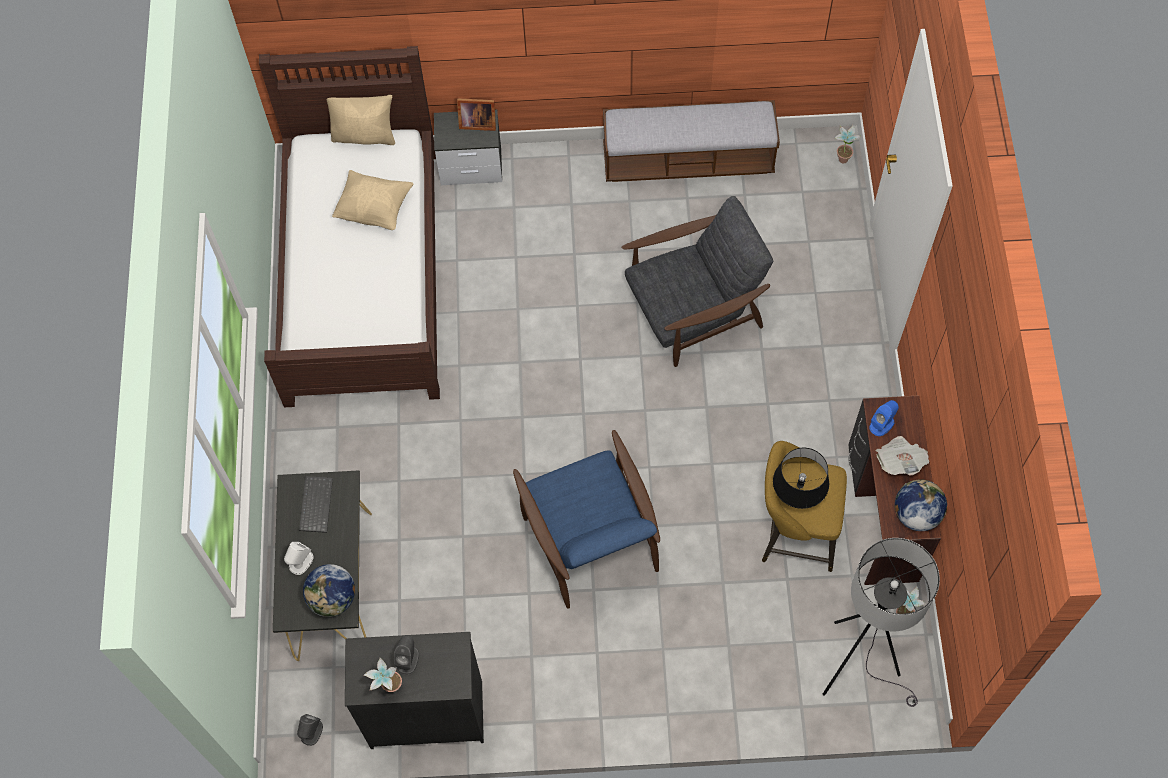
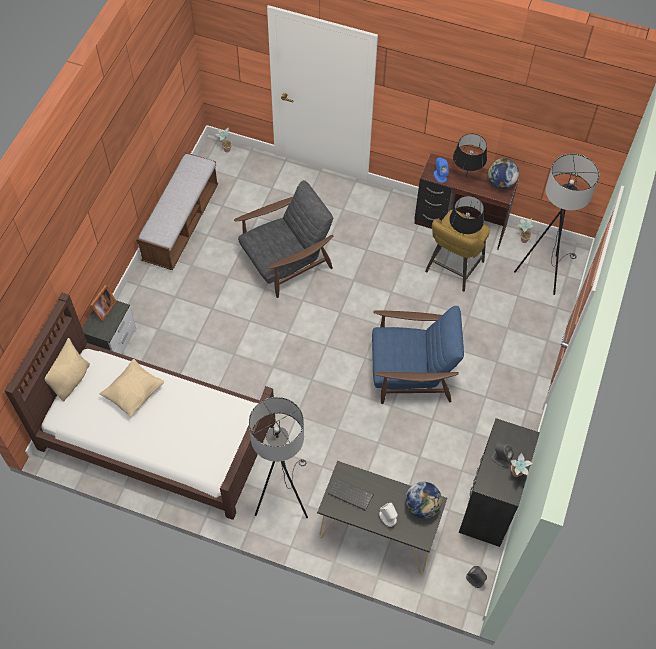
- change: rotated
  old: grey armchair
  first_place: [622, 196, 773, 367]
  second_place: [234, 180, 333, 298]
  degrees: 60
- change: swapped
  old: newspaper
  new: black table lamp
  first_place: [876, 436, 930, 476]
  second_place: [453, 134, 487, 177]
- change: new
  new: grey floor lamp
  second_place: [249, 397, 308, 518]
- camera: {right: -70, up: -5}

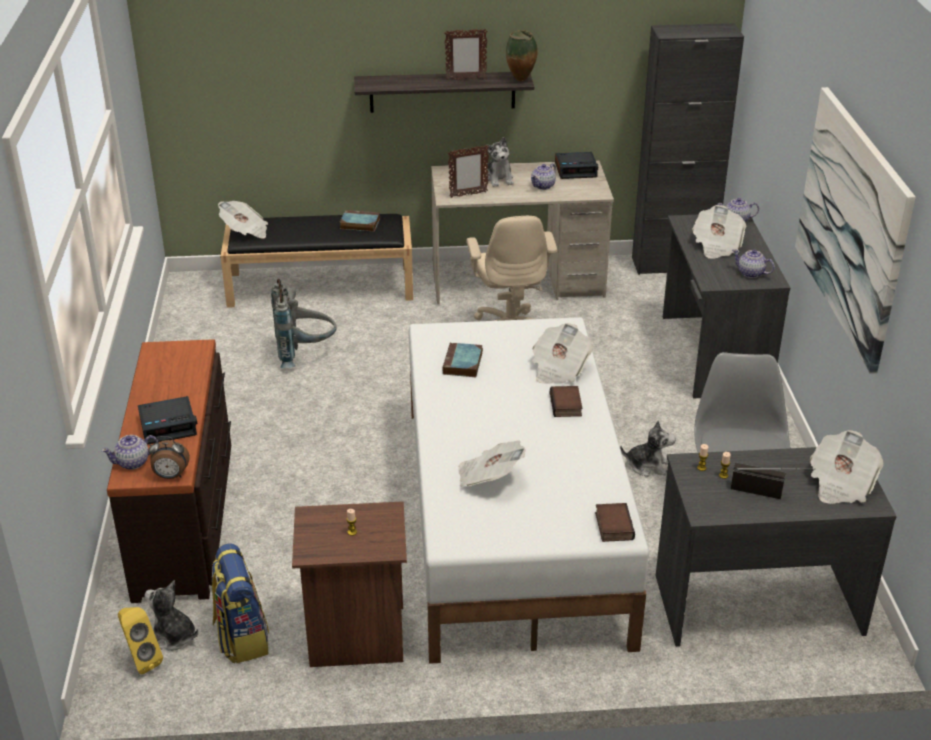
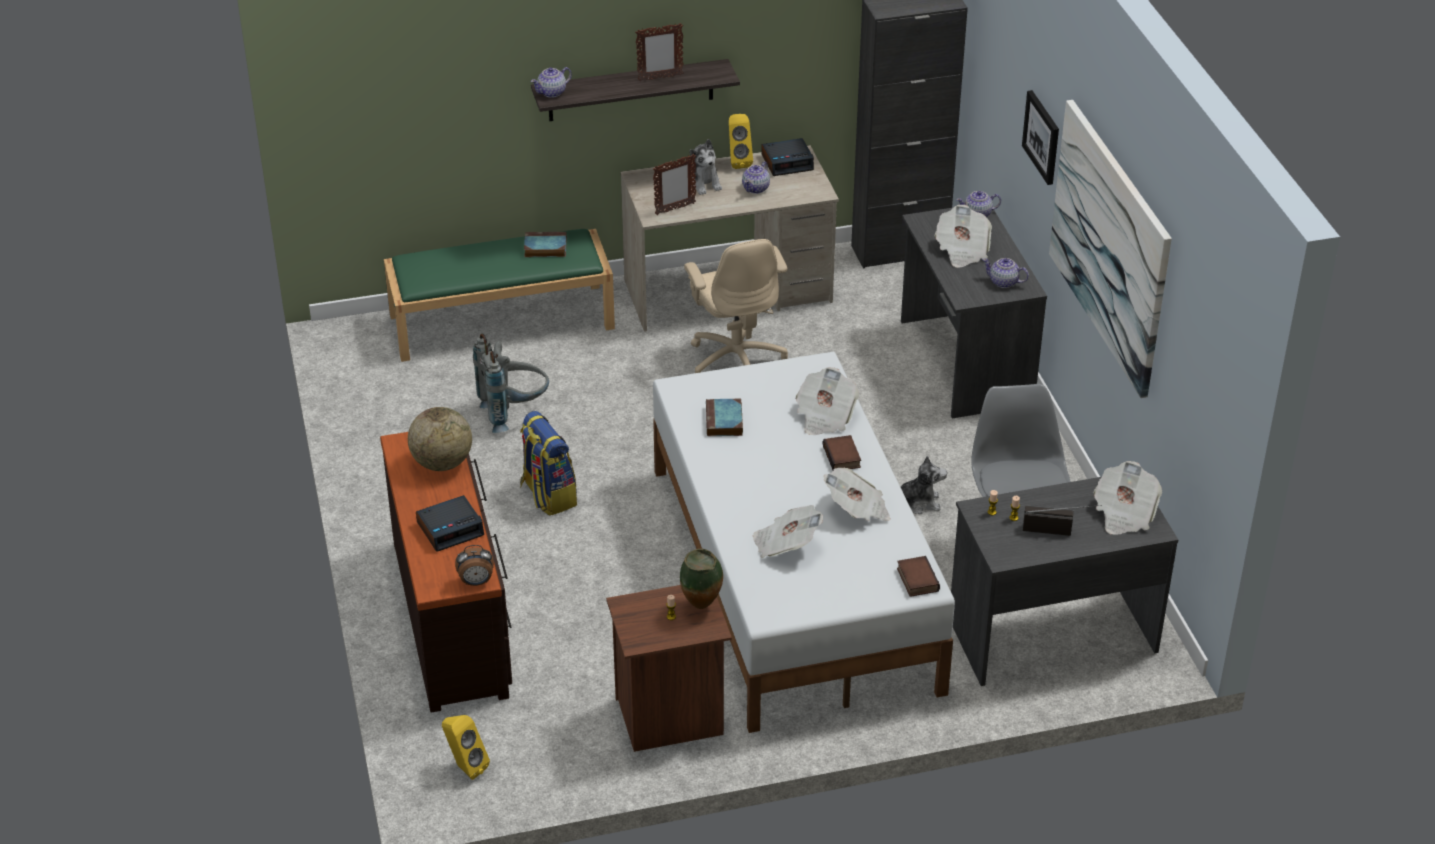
- change: shifted
  old: teapot
  first_place: [101, 435, 158, 470]
  second_place: [531, 67, 572, 98]
- change: gone
  old: plush toy
  first_place: [145, 580, 198, 651]
- change: shifted
  old: backpack
  first_place: [212, 543, 269, 664]
  second_place: [520, 411, 577, 516]
- change: shifted
  old: newspaper
  first_place: [218, 201, 268, 239]
  second_place: [824, 468, 891, 521]
- change: repainted
  old: black bench
  new: green bench
  first_place: [220, 214, 413, 308]
  second_place: [384, 229, 615, 362]
- change: shifted
  old: vase
  first_place: [506, 30, 538, 81]
  second_place: [680, 549, 723, 609]
- change: new
  new: globe
  second_place: [408, 407, 472, 471]
- change: new
  new: yellow speaker
  second_place: [729, 114, 753, 169]
- change: new
  new: picture
  second_place: [1022, 90, 1059, 185]
- camera: {right: -10, up: 5}

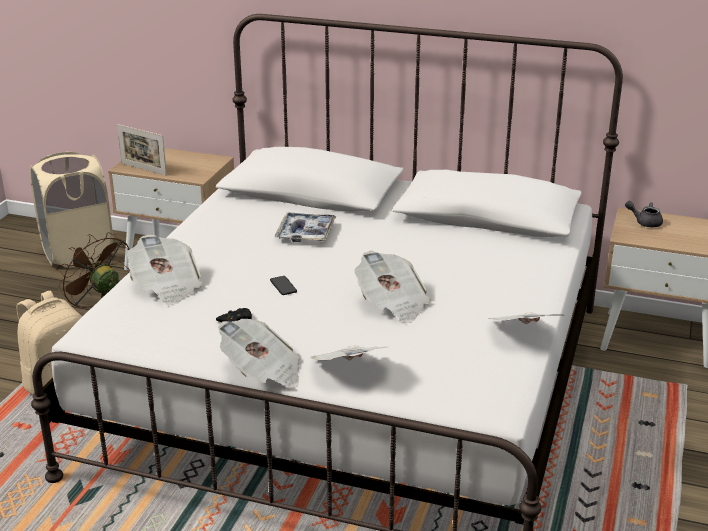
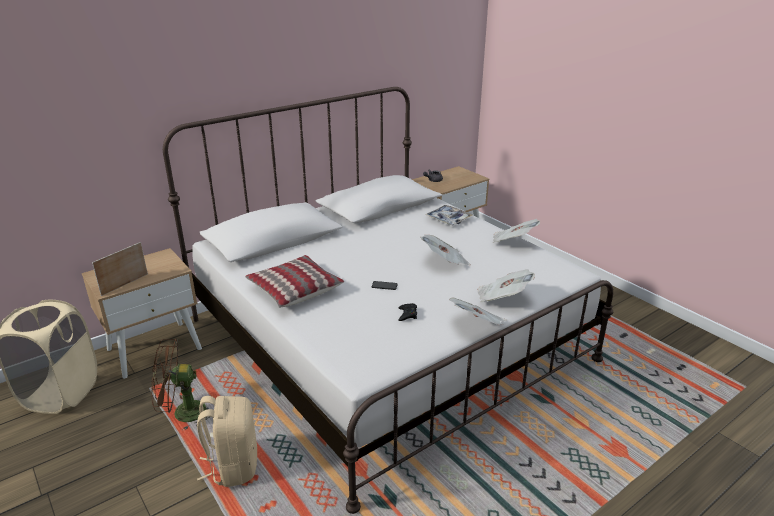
- change: rotated
  old: picture frame
  first_place: [117, 124, 167, 175]
  second_place: [92, 242, 148, 296]
  degrees: 150
- change: gone
  old: newspaper
  first_place: [127, 234, 202, 305]
- change: shifted
  old: tray
  first_place: [275, 212, 336, 242]
  second_place: [425, 205, 472, 225]
- change: new
  new: pillow
  second_place: [245, 255, 344, 308]
- camera: {right: -55, up: 0}

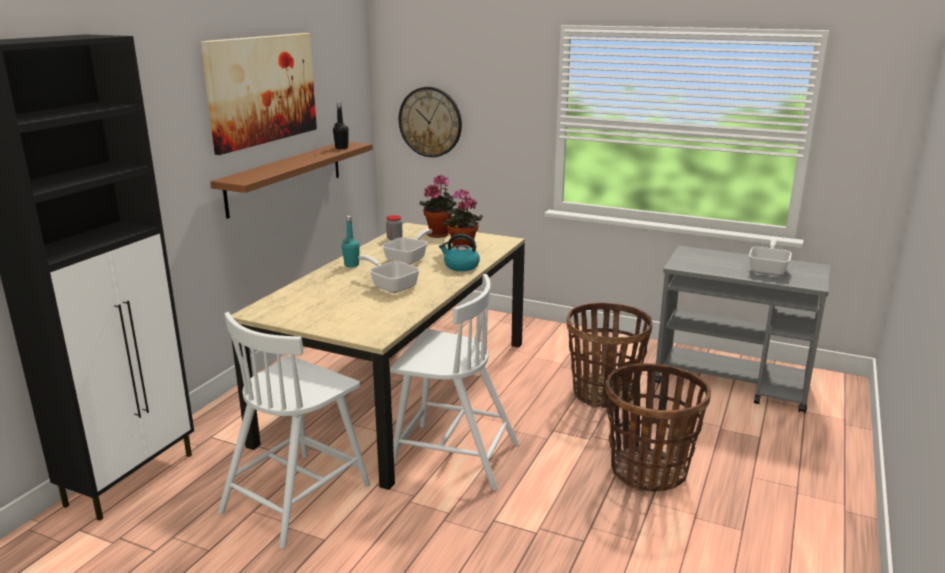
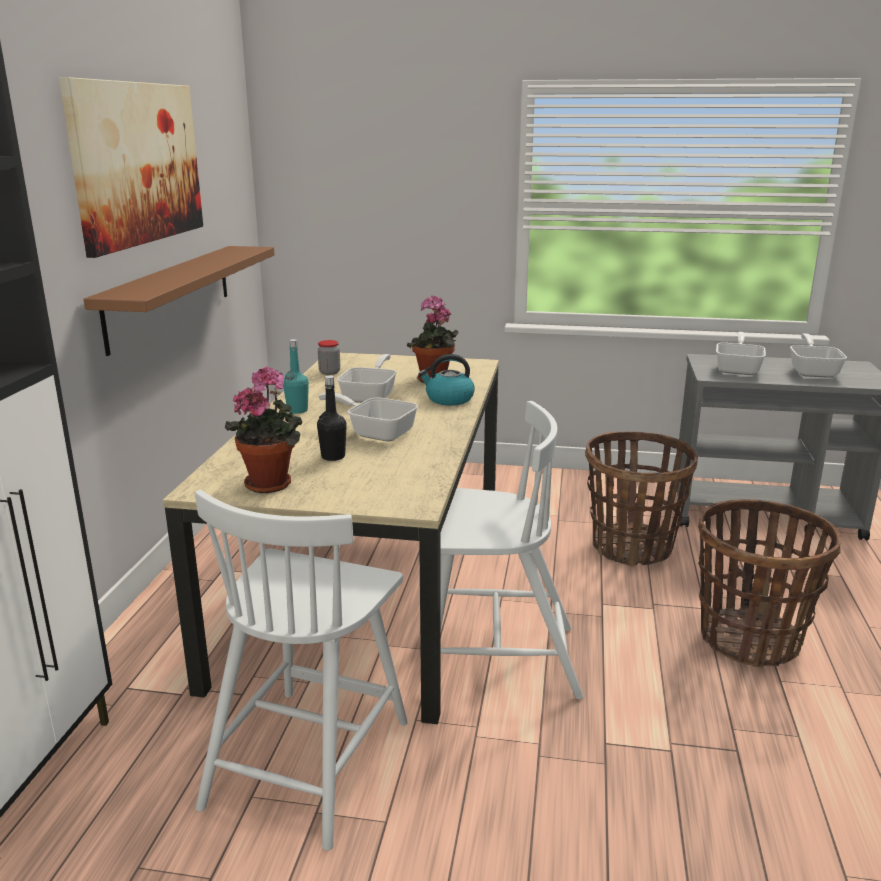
- change: shifted
  old: black bottle
  first_place: [333, 102, 349, 149]
  second_place: [317, 375, 347, 461]
- change: gone
  old: wall clock
  first_place: [399, 87, 462, 157]
- change: shifted
  old: potted plant
  first_place: [419, 174, 457, 238]
  second_place: [225, 366, 302, 493]
- change: new
  new: frying pan
  second_place: [716, 332, 766, 375]
- camera: {right: -15, up: 0}

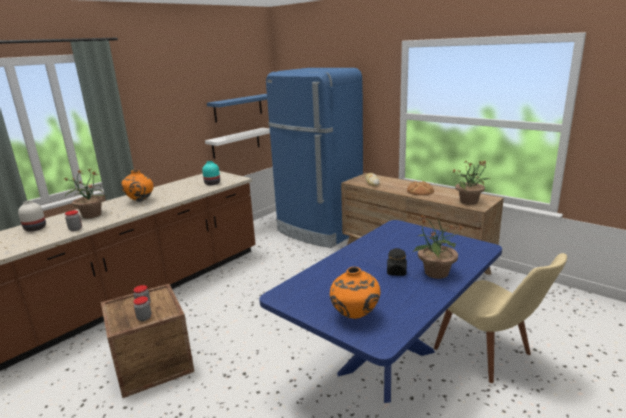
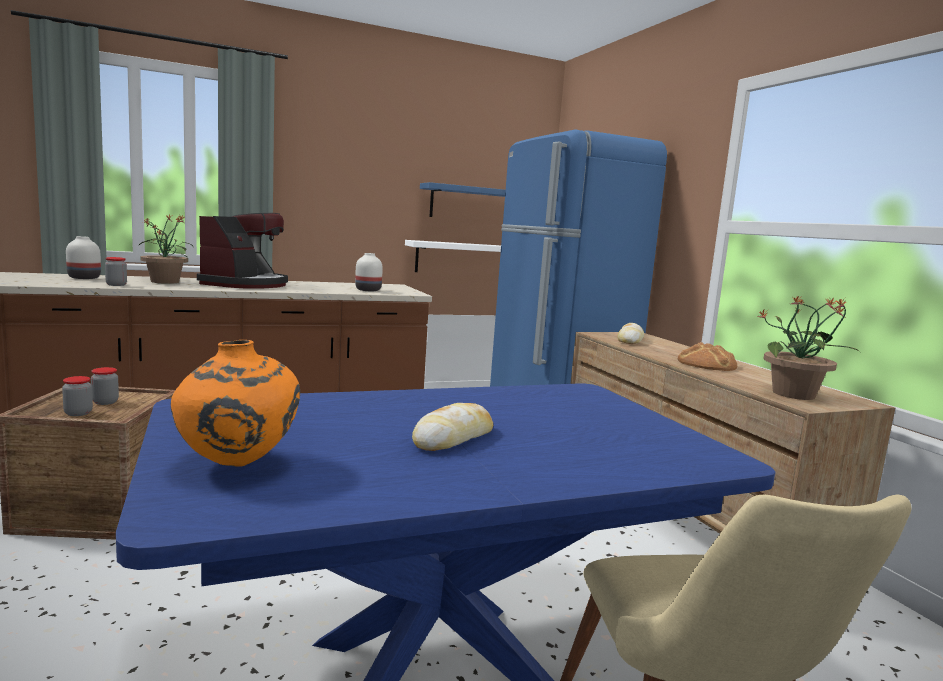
- change: swapped
  old: orange vase
  new: coffee machine
  first_place: [121, 170, 154, 202]
  second_place: [197, 213, 288, 289]
- change: repainted
  old: turquoise vase
  new: white vase
  first_place: [202, 161, 220, 185]
  second_place: [355, 253, 383, 291]
- change: swapped
  old: black jar
  new: bread
  first_place: [387, 248, 407, 276]
  second_place: [412, 403, 493, 451]
- change: gone
  old: potted plant
  first_place: [413, 214, 462, 279]
- camera: {right: 25, up: -10}

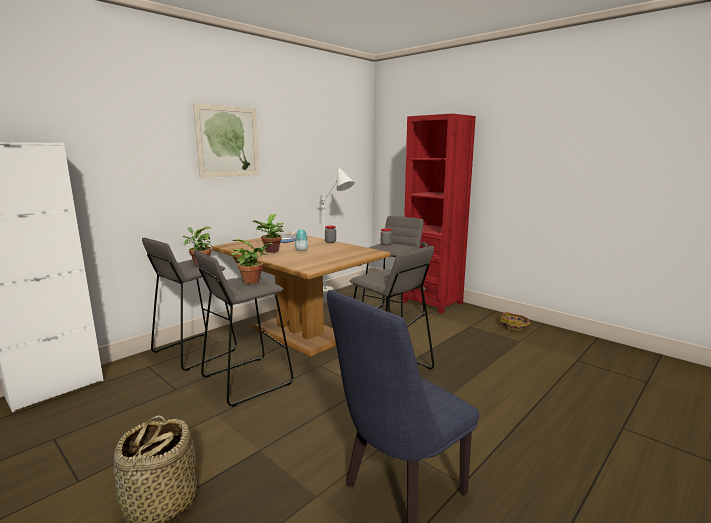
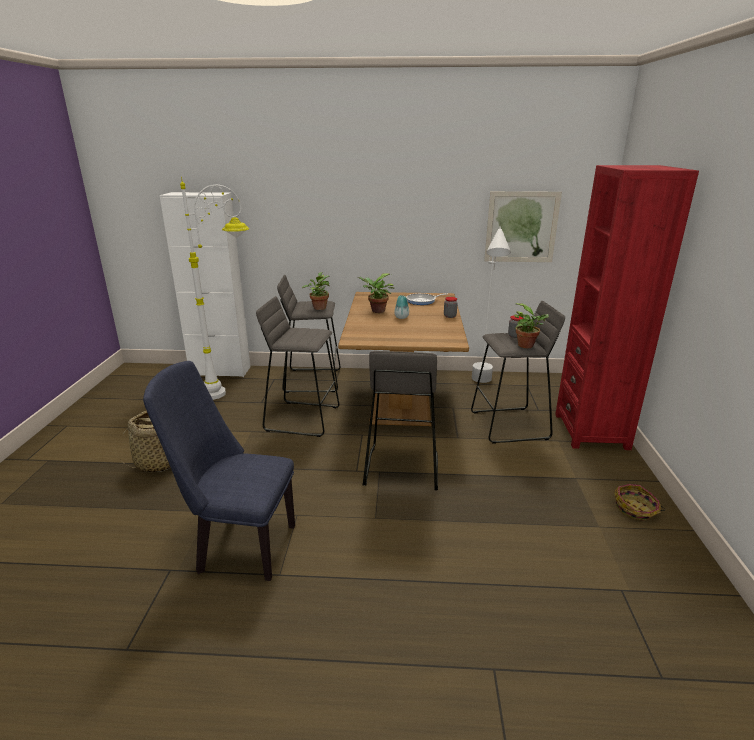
- change: shifted
  old: picture
  first_place: [193, 103, 260, 178]
  second_place: [484, 191, 562, 262]
- change: shifted
  old: potted plant
  first_place: [231, 239, 273, 284]
  second_place: [514, 303, 549, 348]
- change: new
  new: white floor lamp
  second_place: [180, 177, 250, 400]
- camera: {right: 50, up: 10}

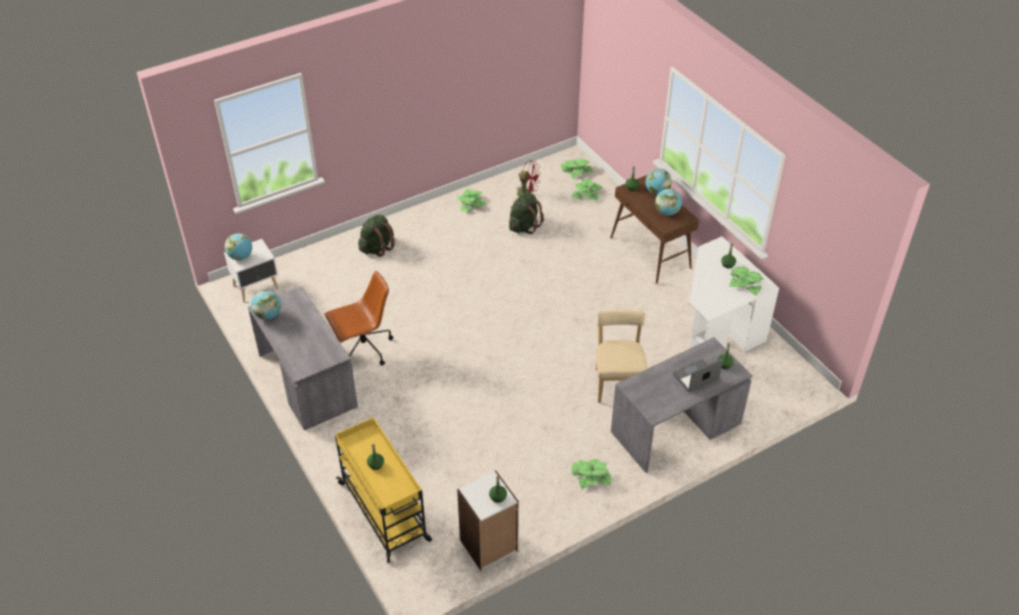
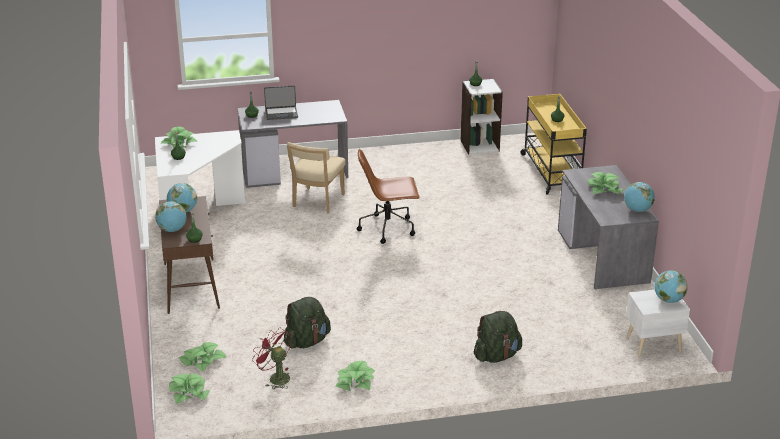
- change: shifted
  old: brown office chair
  first_place: [325, 271, 393, 365]
  second_place: [357, 149, 420, 244]
- change: shifted
  old: potted plant
  first_place: [571, 459, 611, 489]
  second_place: [588, 172, 623, 195]
- camera: {right: -160, up: -15}

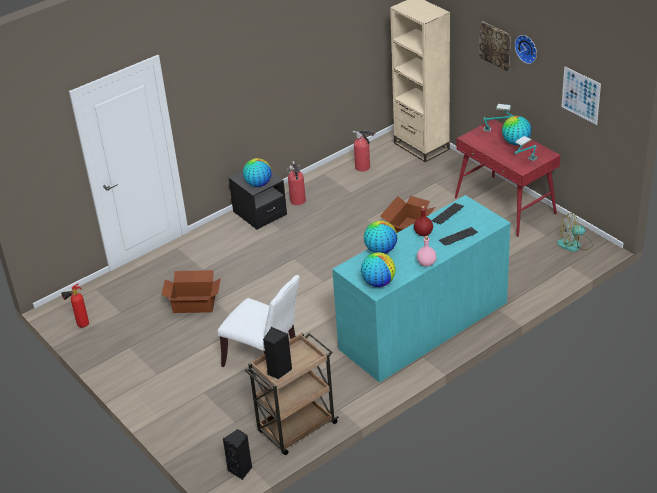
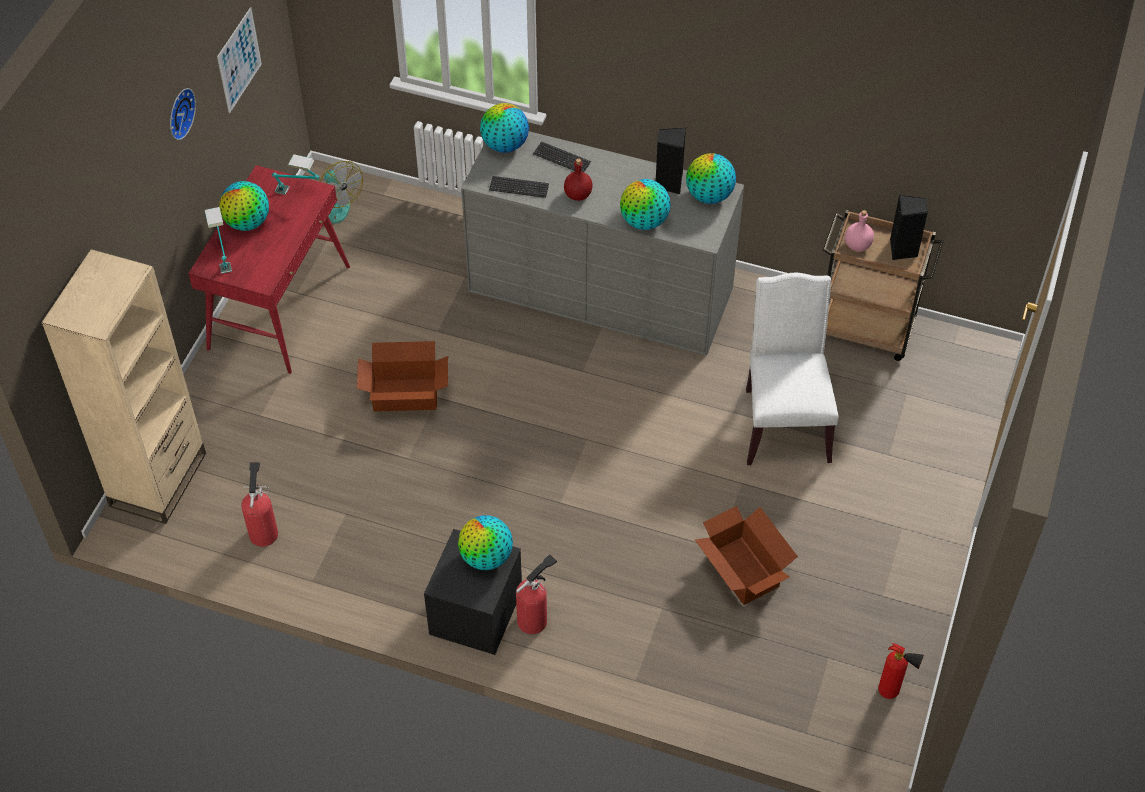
- change: shifted
  old: black speaker
  first_place: [223, 429, 252, 480]
  second_place: [656, 128, 686, 194]
- change: shifted
  old: fire extinguisher
  first_place: [287, 161, 306, 205]
  second_place: [516, 554, 557, 634]
- change: repainted
  old: turquoise dresser
  new: grey dresser
  first_place: [332, 195, 511, 383]
  second_place: [461, 131, 744, 355]
- change: shifted
  old: pink bottle
  first_place: [417, 236, 437, 267]
  second_place: [845, 210, 874, 252]
- change: gone
  old: picture
  first_place: [479, 21, 511, 71]
- change: new
  new: globe
  second_place: [480, 103, 529, 153]
- camera: {right: -125, up: 15}

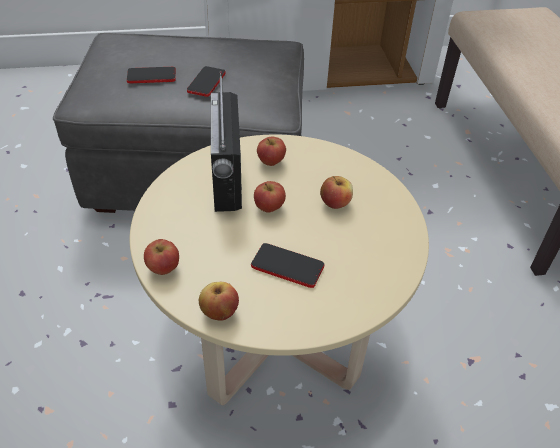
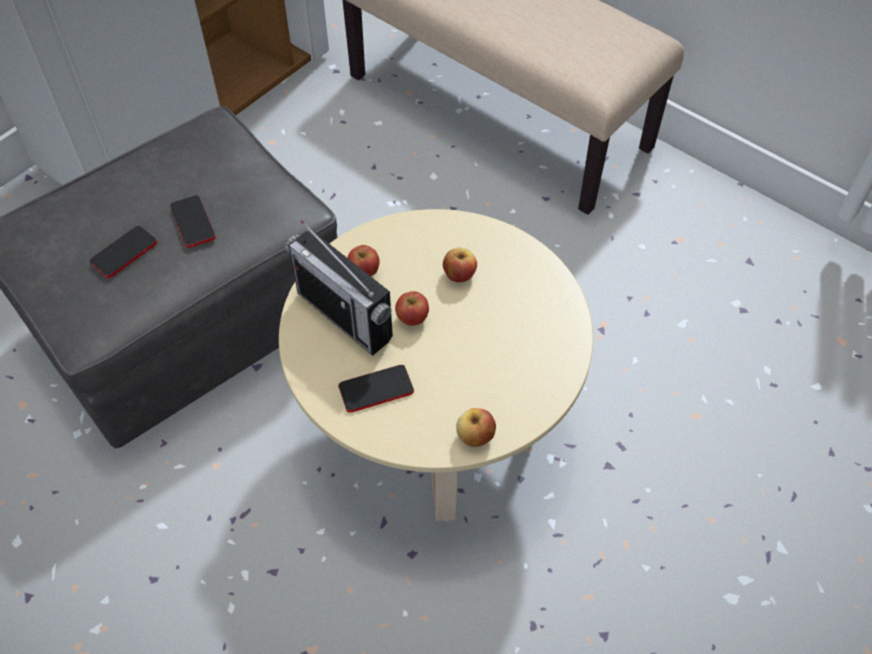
- change: gone
  old: apple
  first_place: [144, 239, 179, 275]
- change: shifted
  old: phone
  first_place: [251, 243, 325, 288]
  second_place: [338, 365, 414, 413]
- camera: {right: -40, up: 10}

